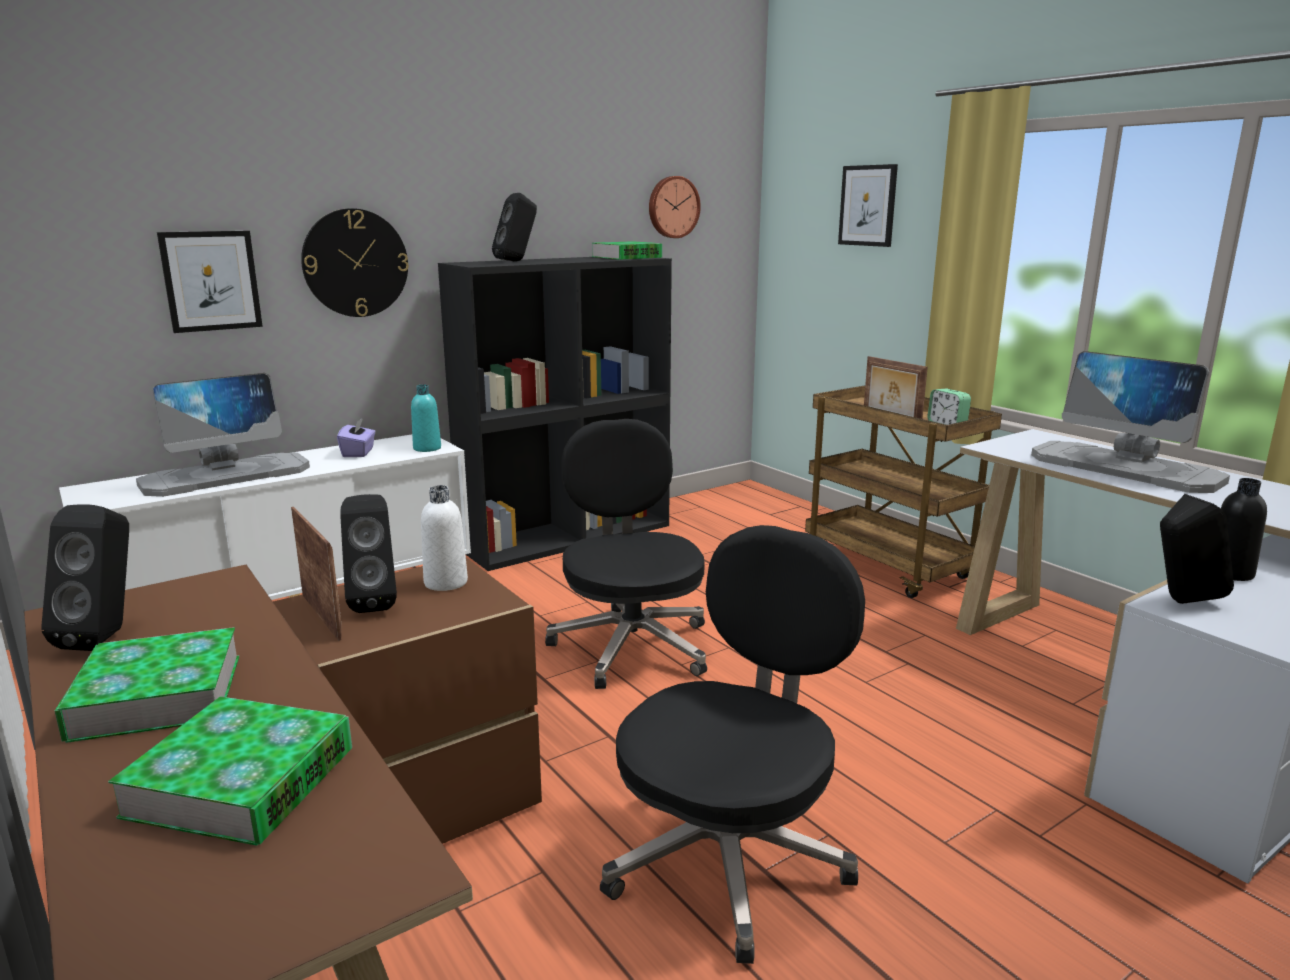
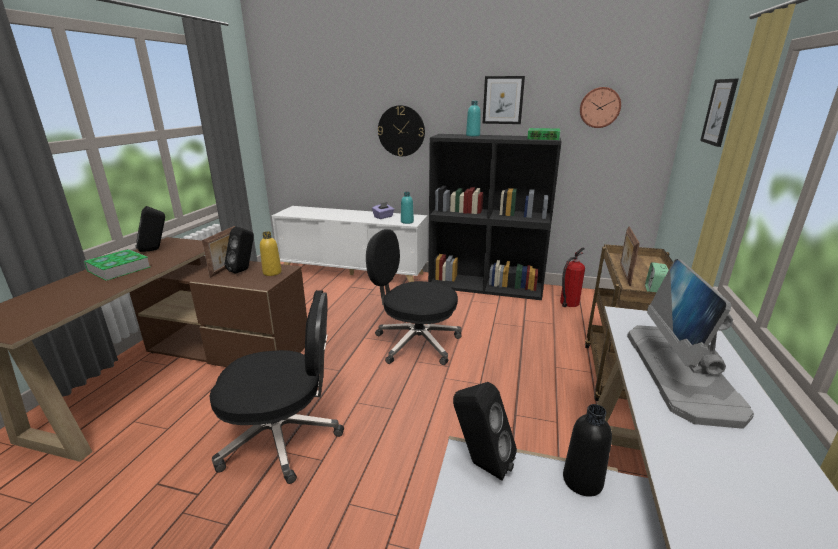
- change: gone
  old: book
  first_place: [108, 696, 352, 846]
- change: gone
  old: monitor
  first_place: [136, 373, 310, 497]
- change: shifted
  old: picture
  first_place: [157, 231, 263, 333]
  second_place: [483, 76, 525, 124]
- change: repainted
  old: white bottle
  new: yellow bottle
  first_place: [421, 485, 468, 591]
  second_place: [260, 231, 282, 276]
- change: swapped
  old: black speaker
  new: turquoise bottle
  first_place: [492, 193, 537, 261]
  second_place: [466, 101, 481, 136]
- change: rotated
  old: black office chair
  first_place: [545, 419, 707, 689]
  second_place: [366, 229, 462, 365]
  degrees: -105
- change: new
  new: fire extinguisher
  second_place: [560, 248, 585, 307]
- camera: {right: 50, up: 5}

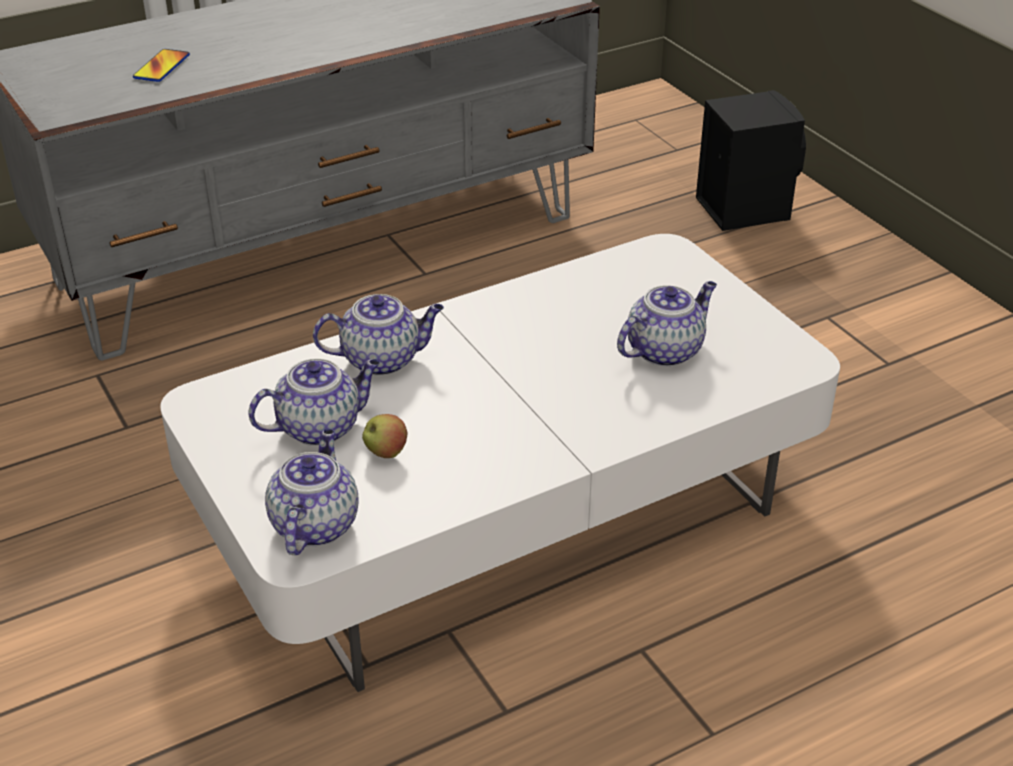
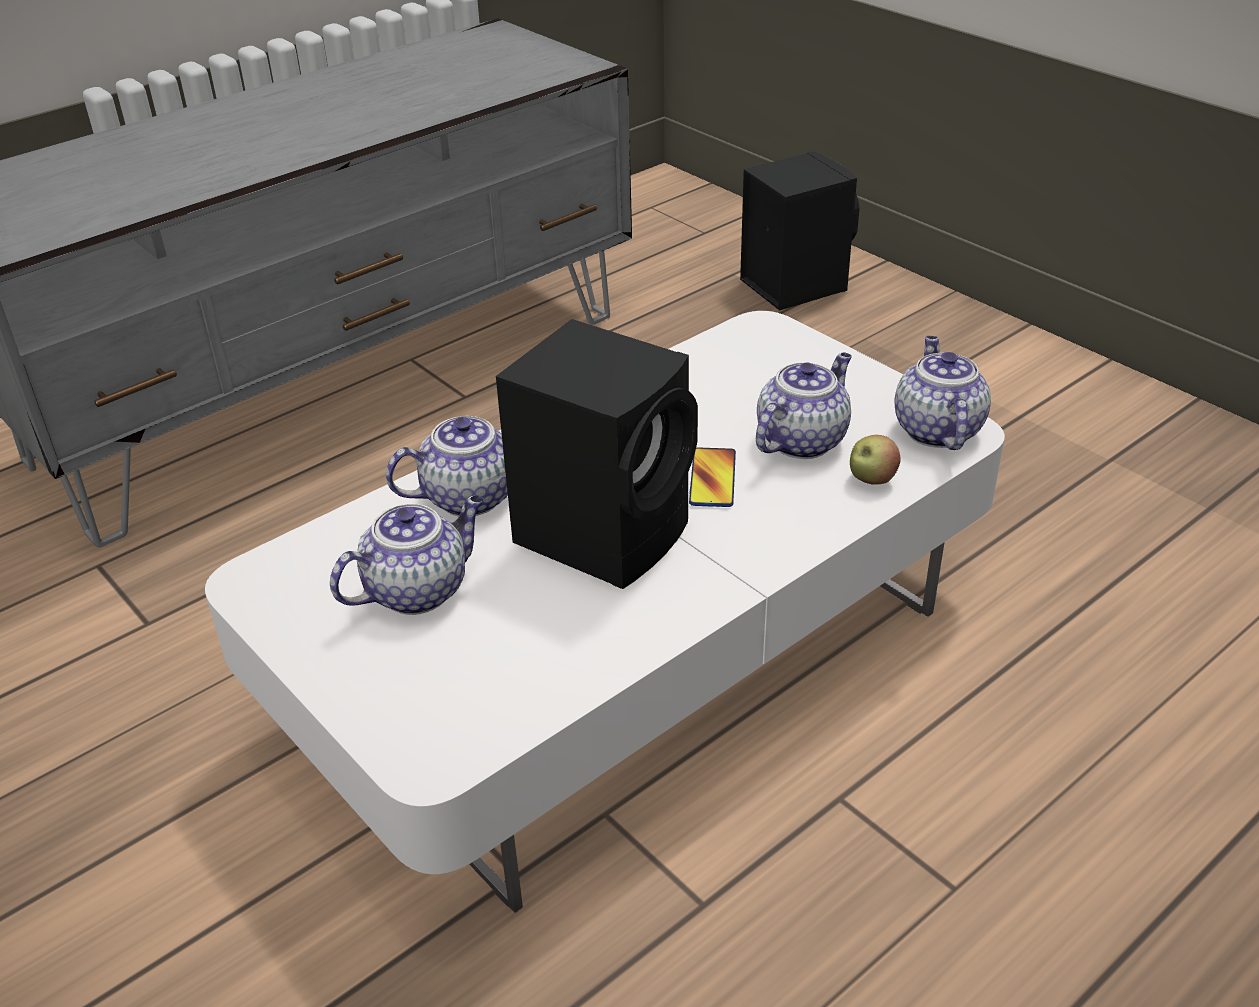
- change: shifted
  old: phone
  first_place: [133, 49, 190, 82]
  second_place: [689, 447, 736, 507]
- change: shifted
  old: teapot
  first_place: [265, 429, 358, 555]
  second_place: [894, 336, 991, 450]
- change: shifted
  old: apple
  first_place: [362, 414, 407, 458]
  second_place: [850, 435, 901, 485]
- change: new
  new: black speaker
  second_place: [496, 319, 698, 589]
- camera: {right: -10, up: 0}

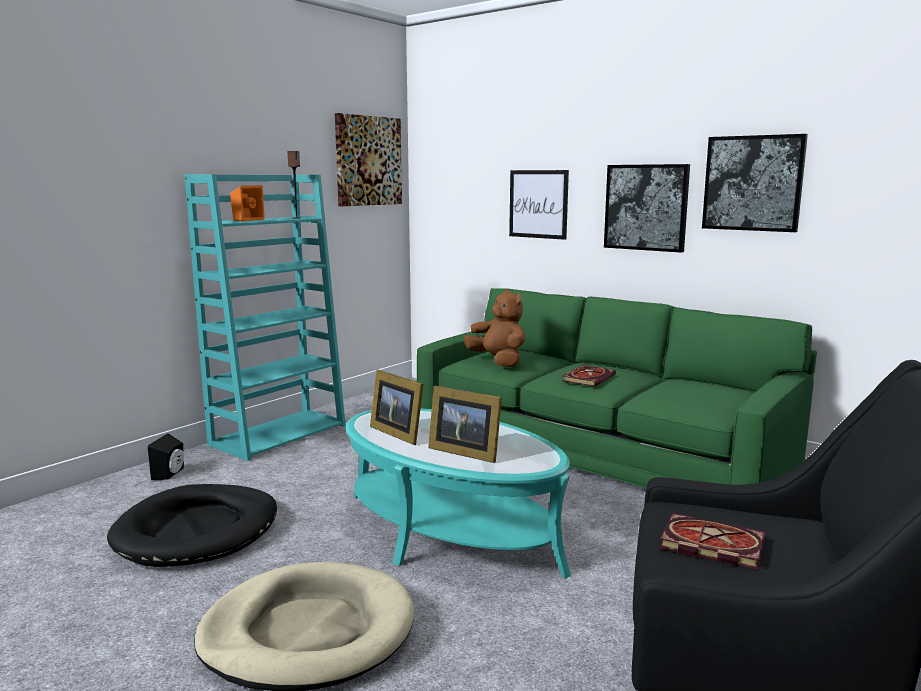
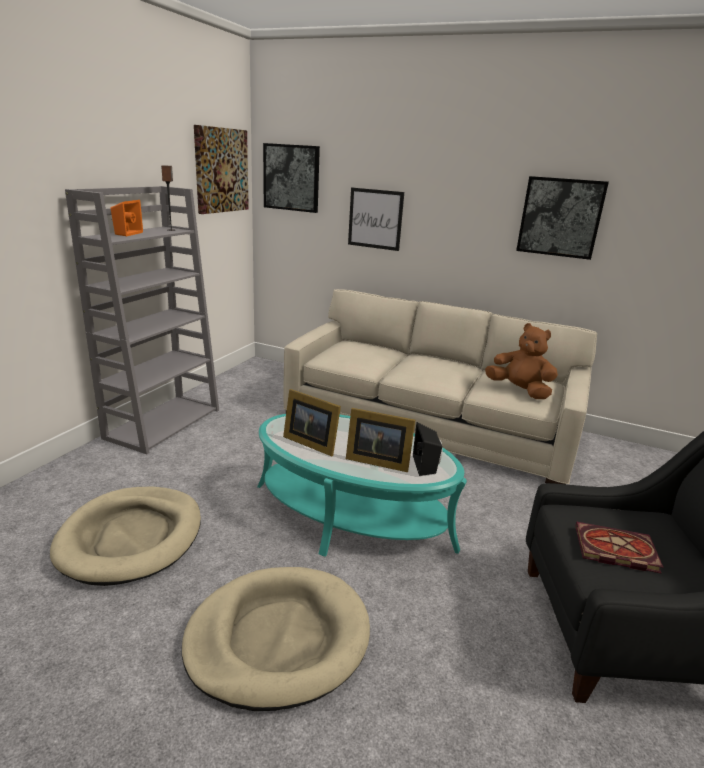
- change: repainted
  old: black dog bed
  new: beige dog bed
  first_place: [107, 484, 277, 567]
  second_place: [50, 487, 201, 586]
- change: shifted
  old: black speaker
  first_place: [148, 433, 184, 480]
  second_place: [413, 422, 442, 476]
- change: repainted
  old: turquoise bookcase
  new: grey bookcase
  first_place: [185, 174, 346, 461]
  second_place: [65, 186, 219, 454]
- change: repainted
  old: green sofa
  new: beige sofa
  first_place: [417, 288, 817, 488]
  second_place: [283, 289, 597, 484]
- change: shifted
  old: brown plush toy
  first_place: [464, 289, 525, 367]
  second_place: [485, 323, 558, 399]
- change: gone
  old: book
  first_place: [562, 365, 616, 386]
- change: shifted
  old: picture
  first_place: [604, 164, 690, 253]
  second_place: [263, 143, 320, 213]
- camera: {right: -15, up: 10}

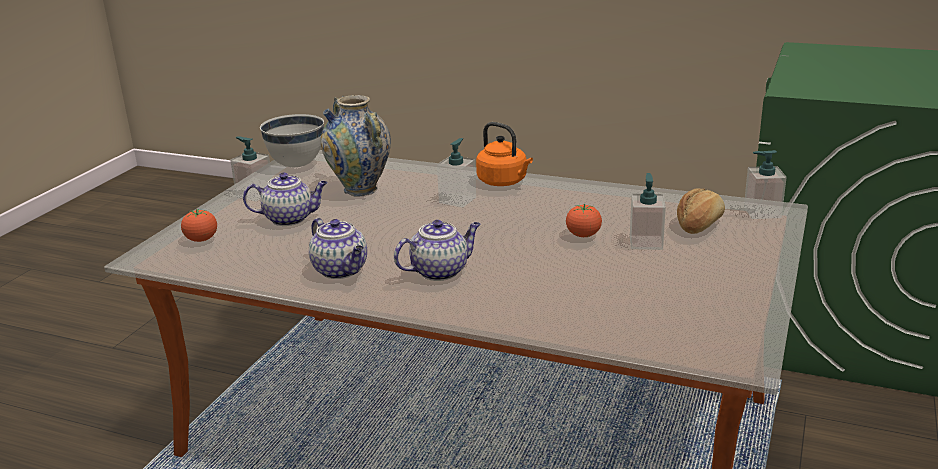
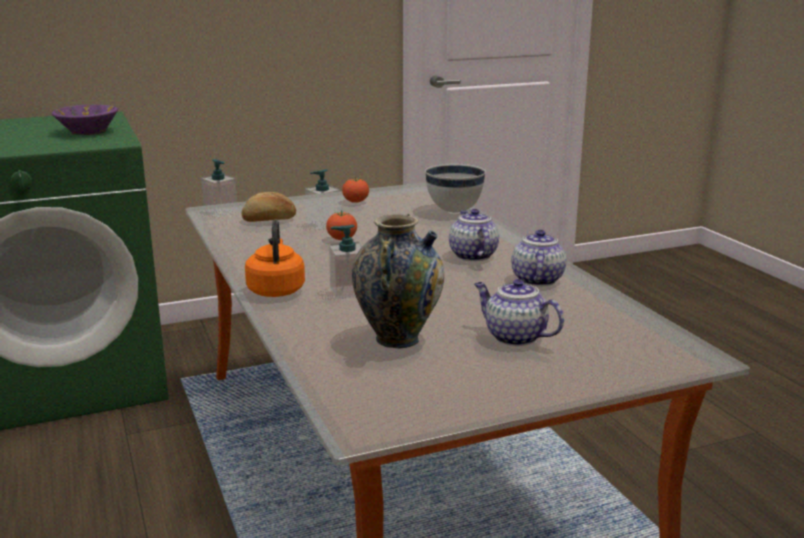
- change: shifted
  old: tomato
  first_place: [181, 209, 217, 242]
  second_place: [342, 177, 369, 203]
- change: gone
  old: soap dispenser
  first_place: [230, 136, 272, 201]
- change: shifted
  old: white bowl
  first_place: [260, 114, 324, 167]
  second_place: [425, 163, 486, 212]
- change: rotated
  old: teapot
  first_place: [394, 220, 481, 281]
  second_place: [449, 209, 499, 261]
  degrees: 60
- change: new
  new: purple bowl
  second_place: [52, 105, 118, 135]
- camera: {right: -135, up: -5}

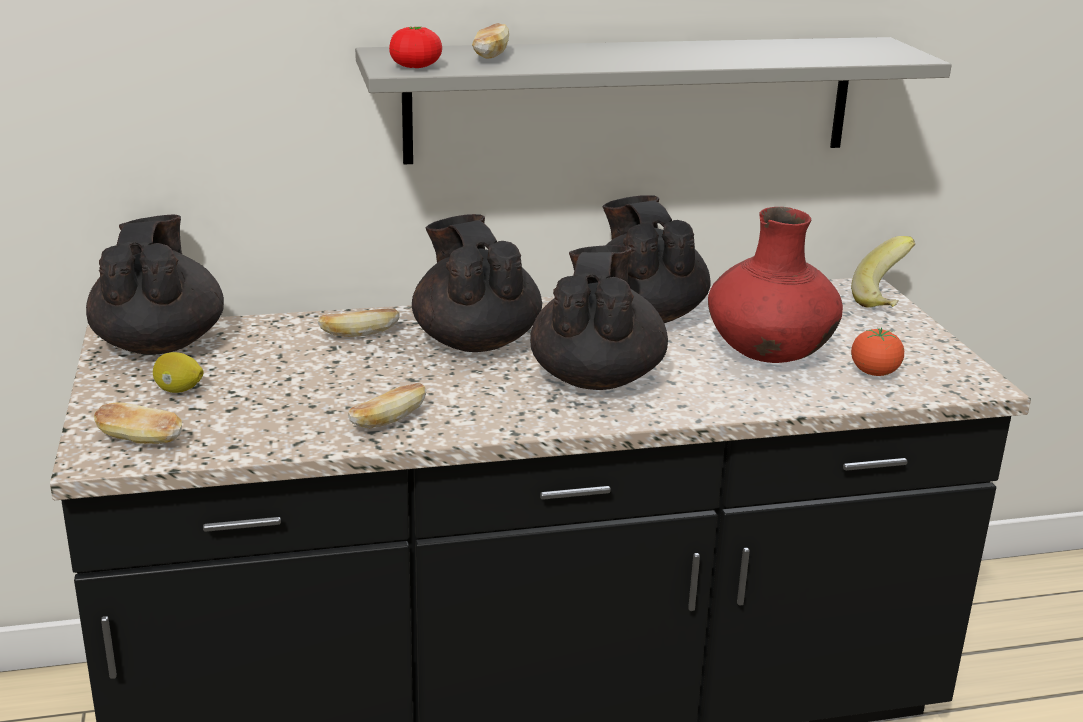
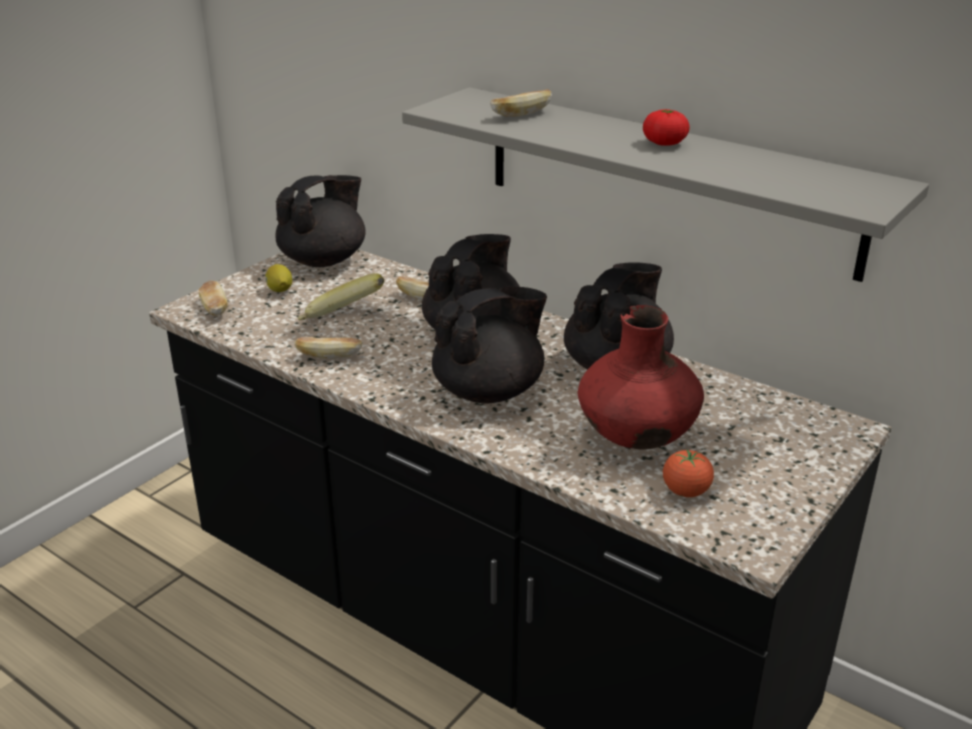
- change: shifted
  old: tomato
  first_place: [389, 26, 442, 68]
  second_place: [643, 109, 690, 146]
- change: shifted
  old: banana
  first_place: [851, 236, 915, 307]
  second_place: [298, 273, 384, 320]
- camera: {right: 50, up: 5}

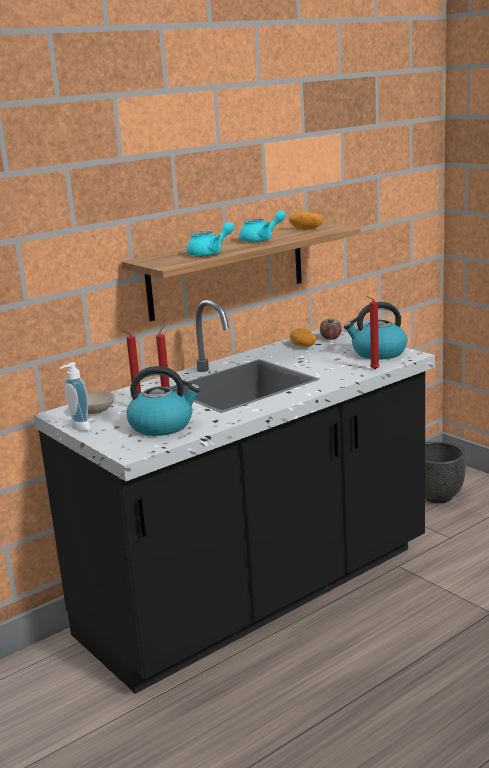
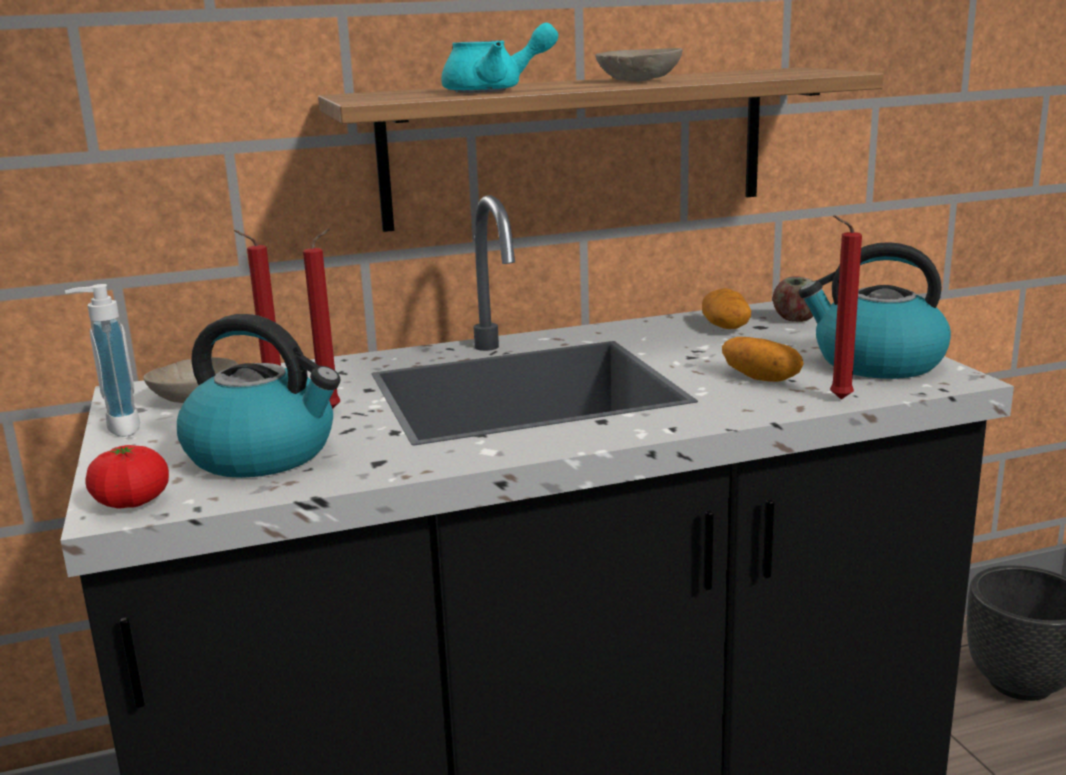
- change: swapped
  old: turquoise teapot
  new: beige bowl
  first_place: [239, 210, 286, 242]
  second_place: [595, 48, 683, 82]
- change: shifted
  old: potato
  first_place: [289, 212, 323, 229]
  second_place: [722, 337, 804, 382]
- change: new
  new: tomato
  second_place: [85, 445, 169, 509]
- camera: {right: 20, up: 0}

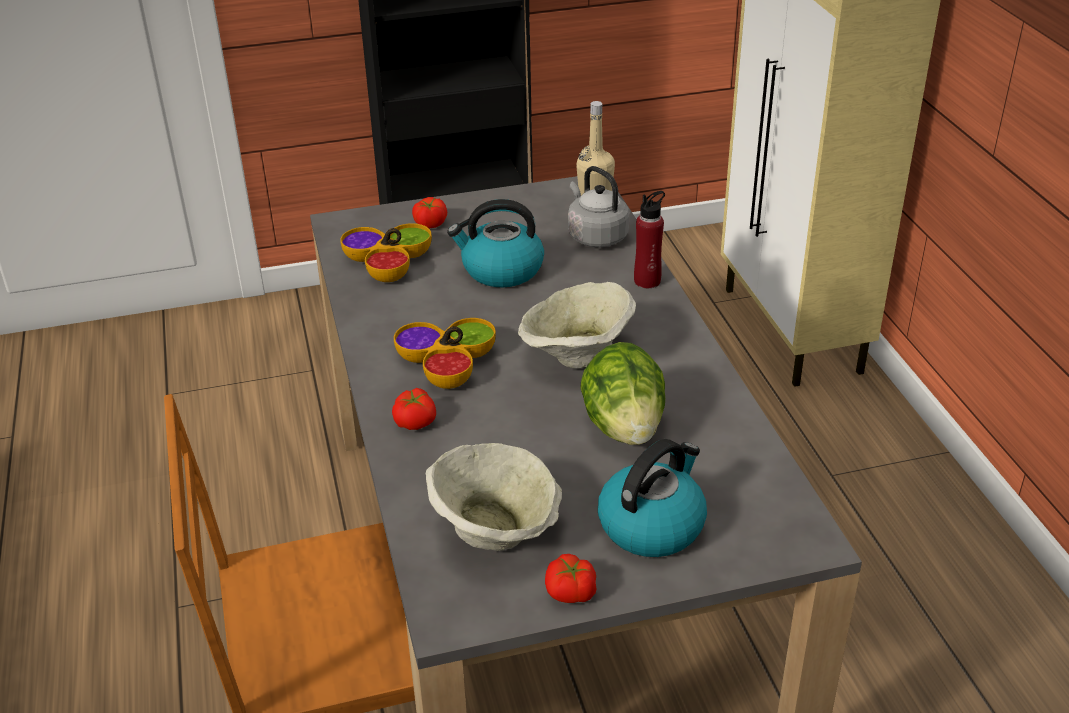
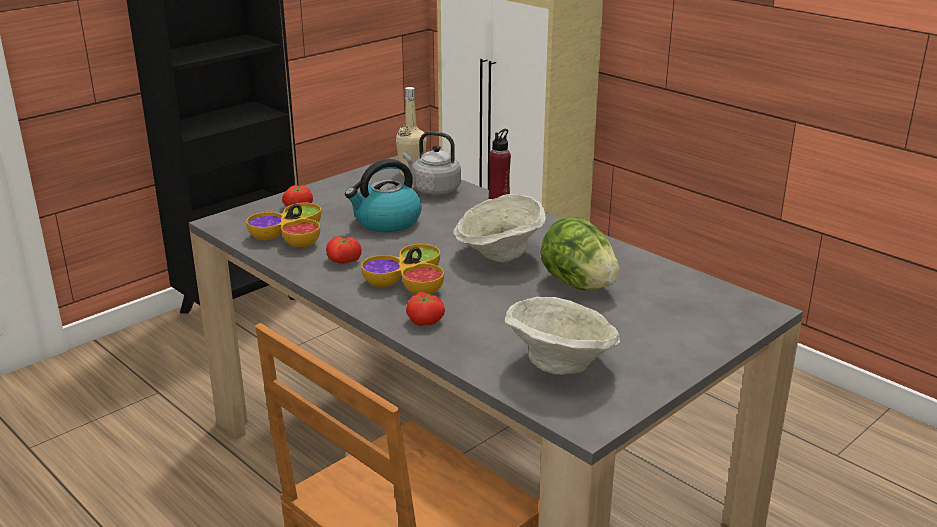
- change: shifted
  old: tomato
  first_place: [545, 554, 597, 603]
  second_place: [326, 236, 362, 264]
- change: gone
  old: kettle
  first_place: [598, 439, 707, 557]
- camera: {right: -30, up: -10}

